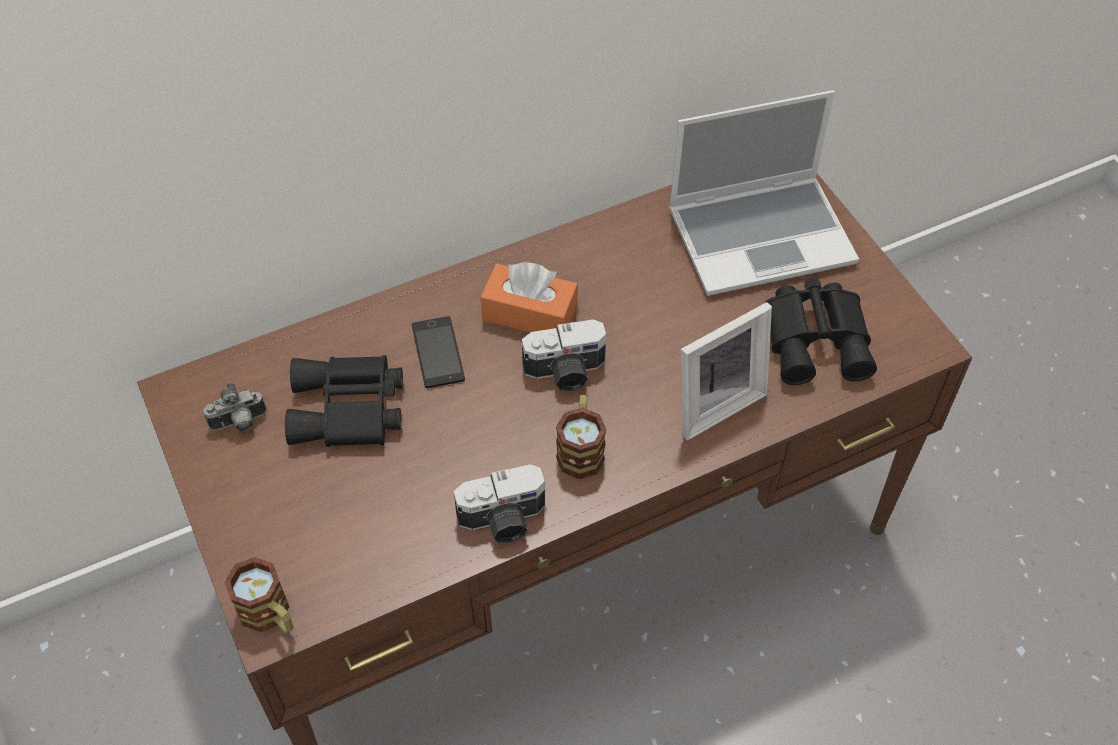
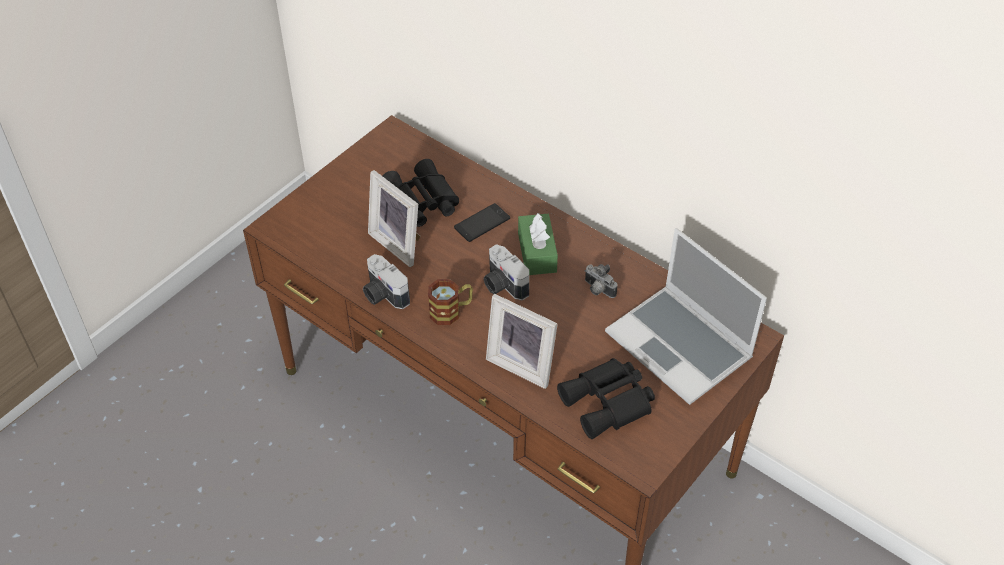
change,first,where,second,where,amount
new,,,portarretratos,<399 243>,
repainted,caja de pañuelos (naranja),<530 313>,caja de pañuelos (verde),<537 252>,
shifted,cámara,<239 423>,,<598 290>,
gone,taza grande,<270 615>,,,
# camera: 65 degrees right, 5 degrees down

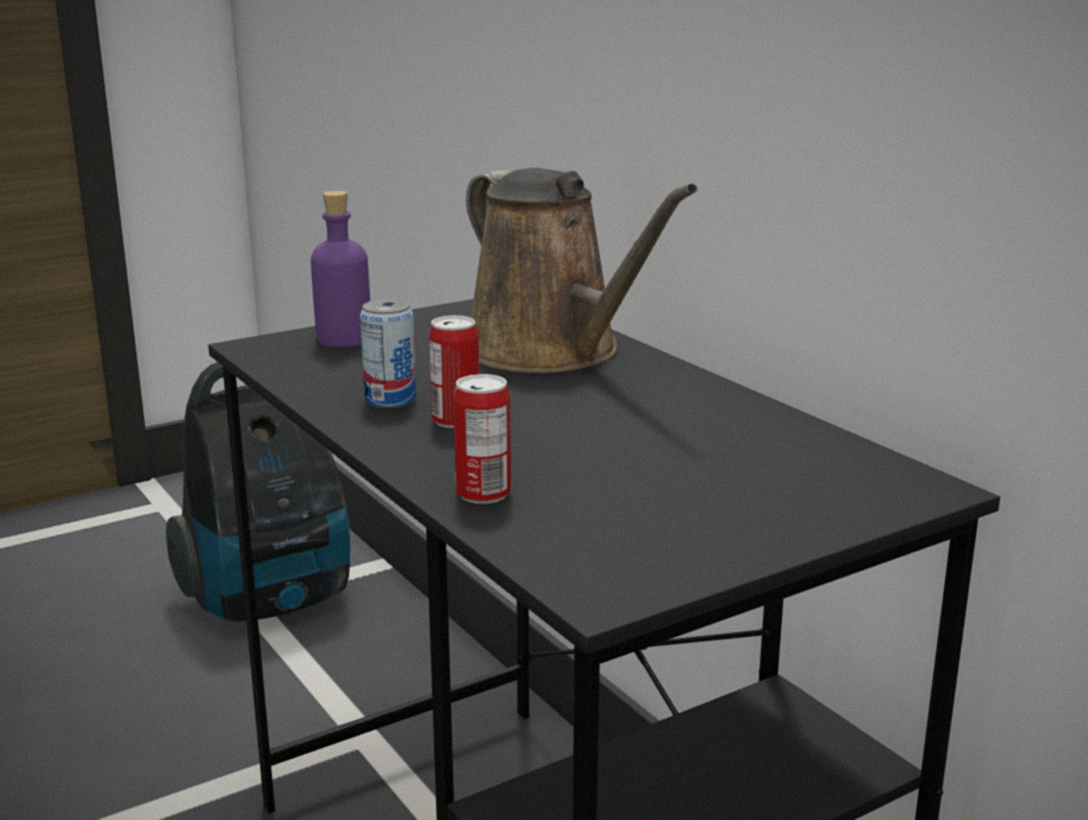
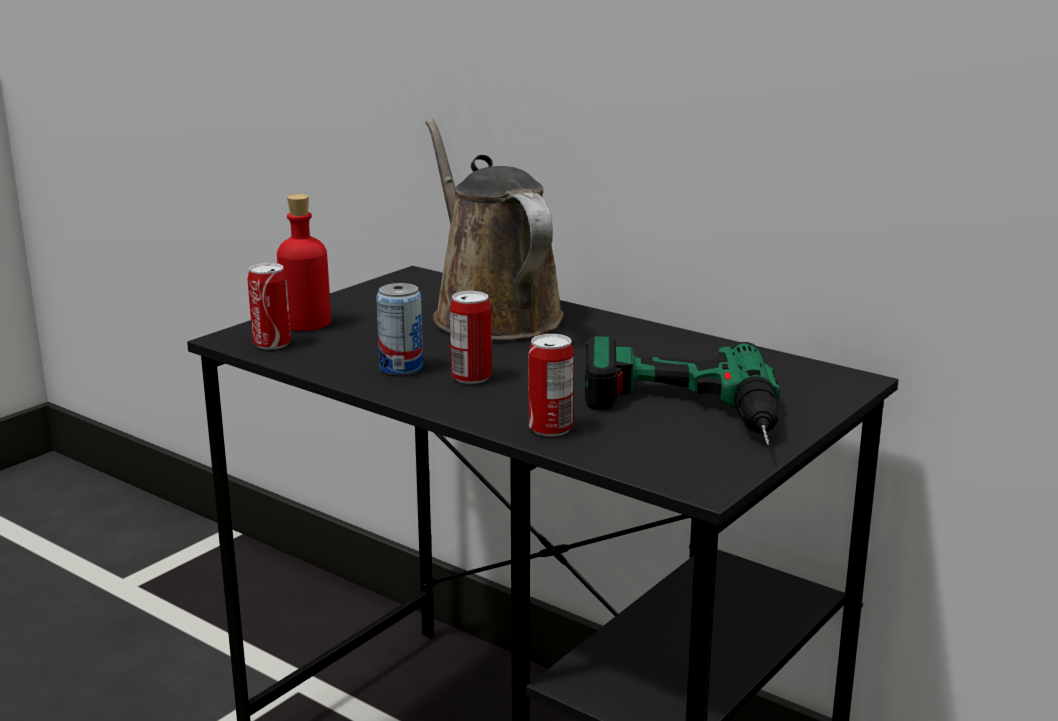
change,first,where,second,where,amount
new,,,lata,<272 344>,
repainted,botella (morado),<344 339>,botella (rojo),<306 323>,
rotated,regadera (marrón),<552 352>,,<491 314>,150 degrees counterclockwise
new,,,taladro,<681 416>,
gone,aspiradora,<271 599>,,,
# camera: 20 degrees left, 0 degrees up

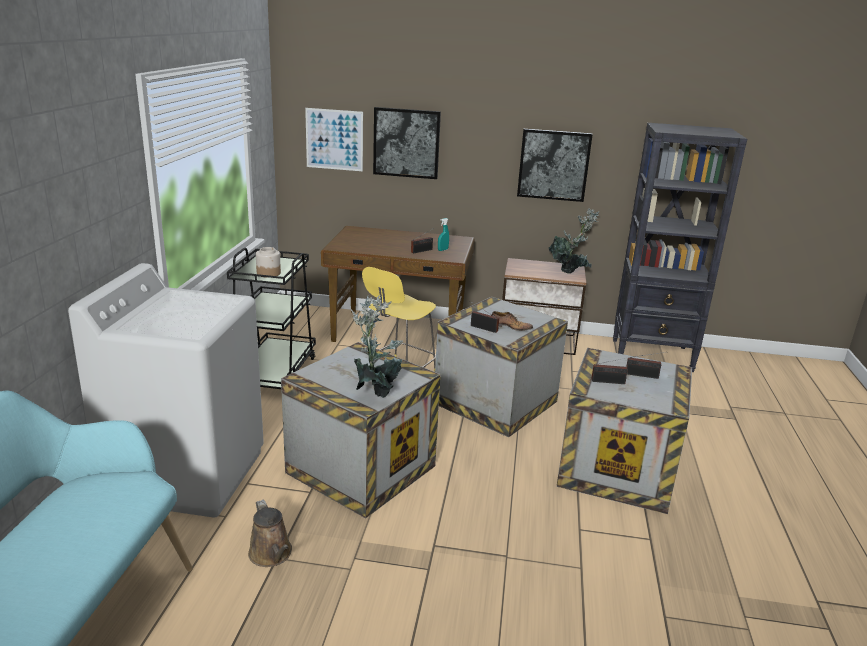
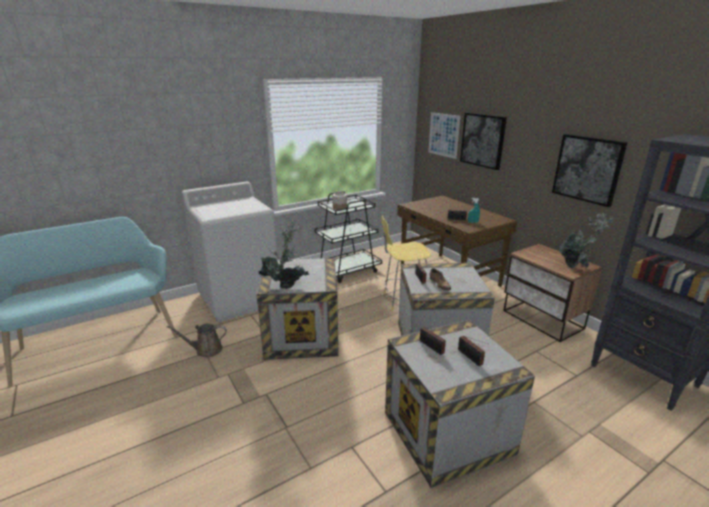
change,first,where,second,where,amount
rotated,regadera (marrón),<272 555>,,<206 350>,60 degrees clockwise
# camera: 50 degrees right, 0 degrees up

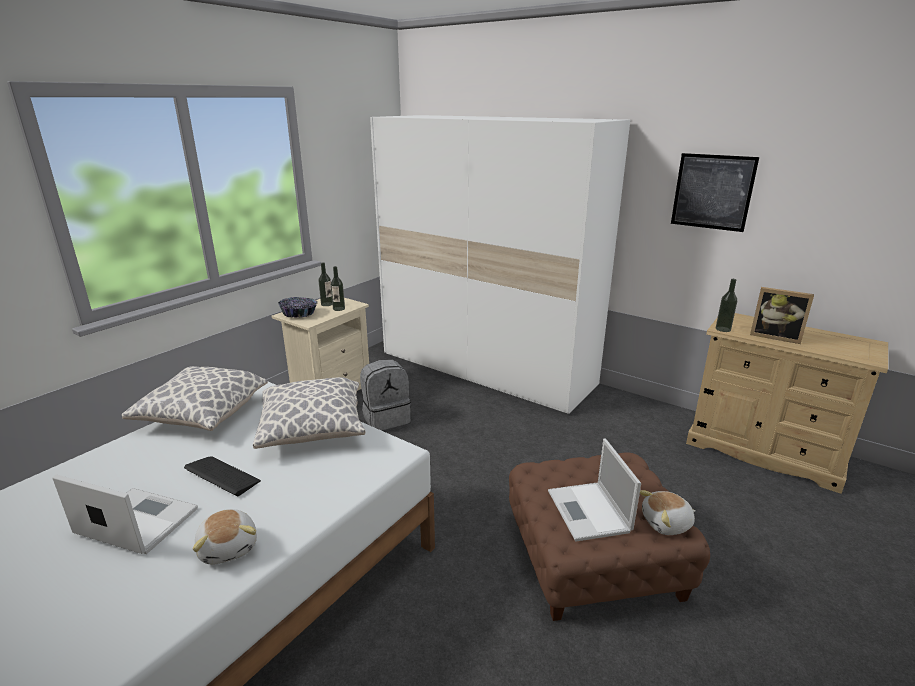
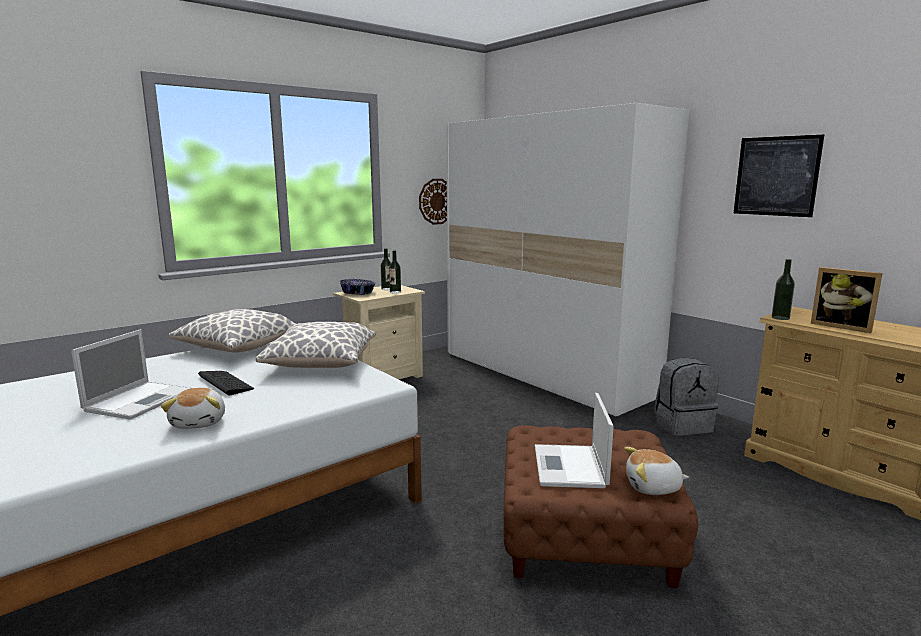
change,first,where,second,where,amount
rotated,portátil,<135 521>,,<140 400>,75 degrees clockwise
new,,,reloj de pared,<436 201>,
shifted,mochila (gris),<386 418>,,<682 425>,
# camera: 15 degrees right, 10 degrees down

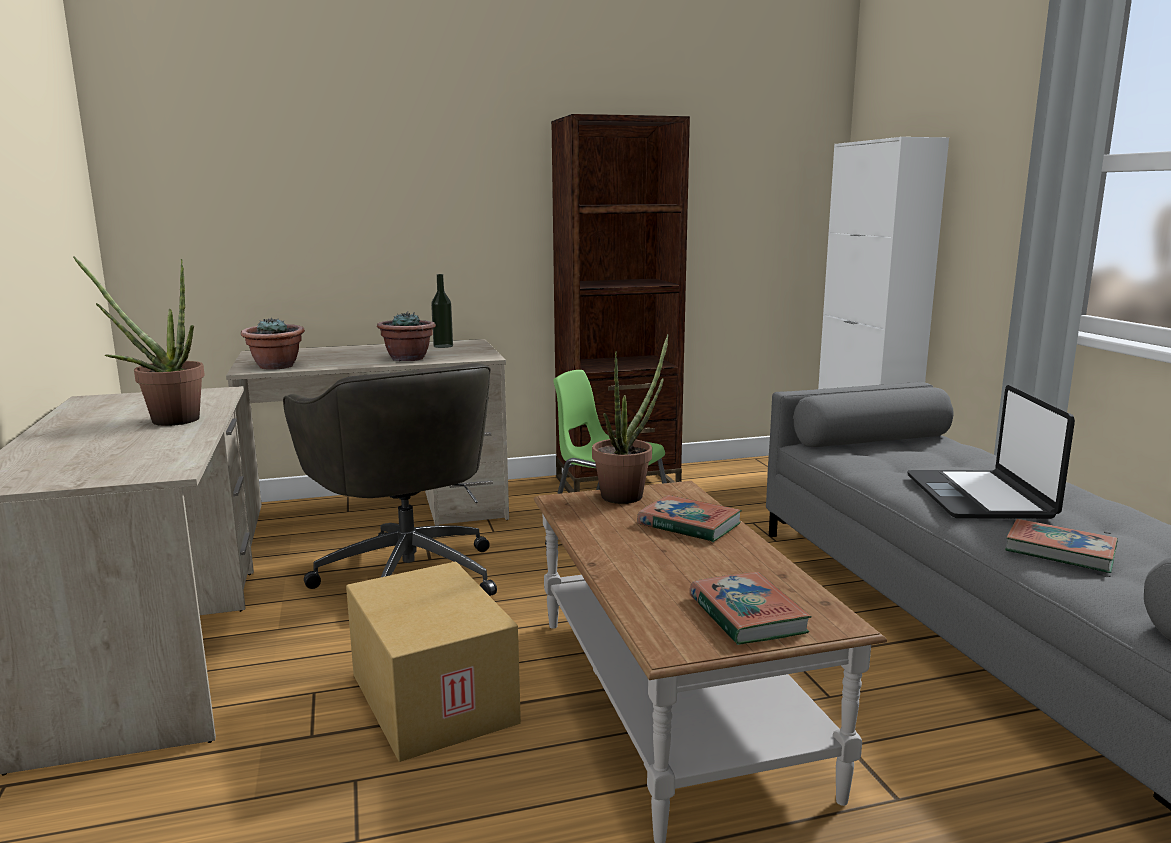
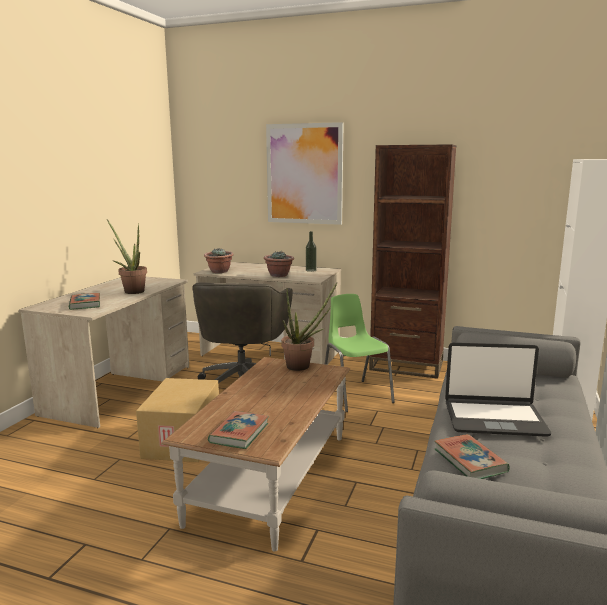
change,first,where,second,where,amount
shifted,libro,<689 524>,,<85 304>,
new,,,cuadro,<304 174>,
rotated,portátil,<980 497>,,<494 418>,120 degrees counterclockwise
# camera: 35 degrees right, 0 degrees up

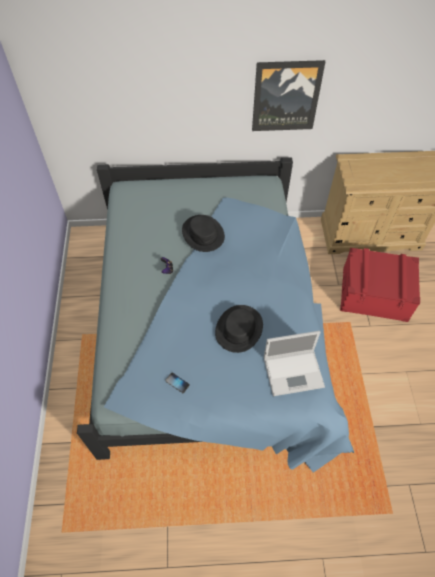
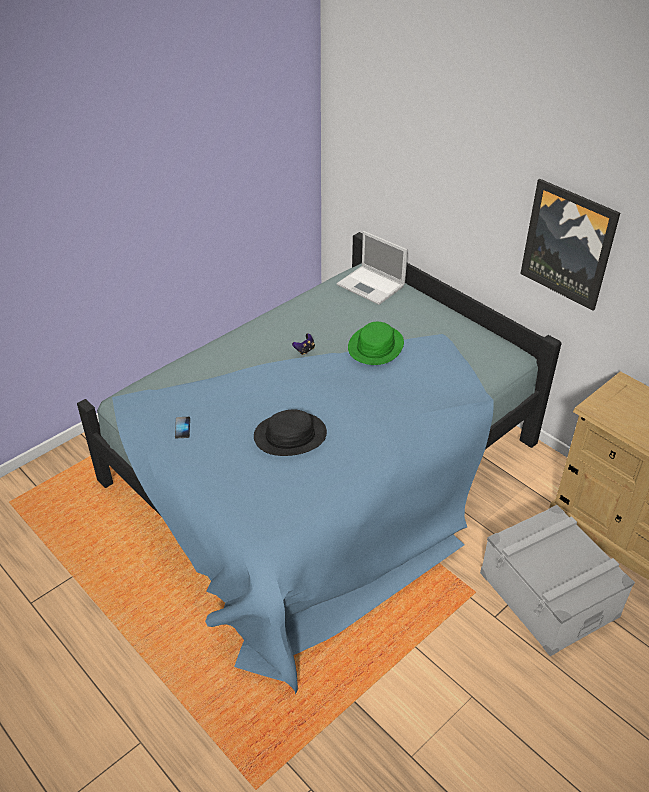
change,first,where,second,where,amount
shifted,portátil,<294 372>,,<372 285>,
repainted,sombrero (negro),<203 234>,sombrero (verde),<376 346>,
repainted,caja de almacenaje (rojo),<374 293>,caja de almacenaje (gris),<548 594>,
# camera: 50 degrees right, 15 degrees down

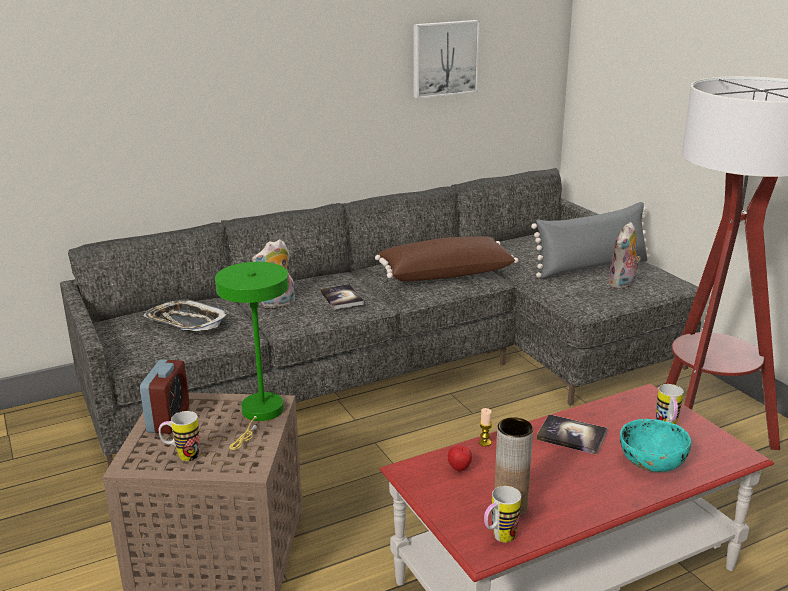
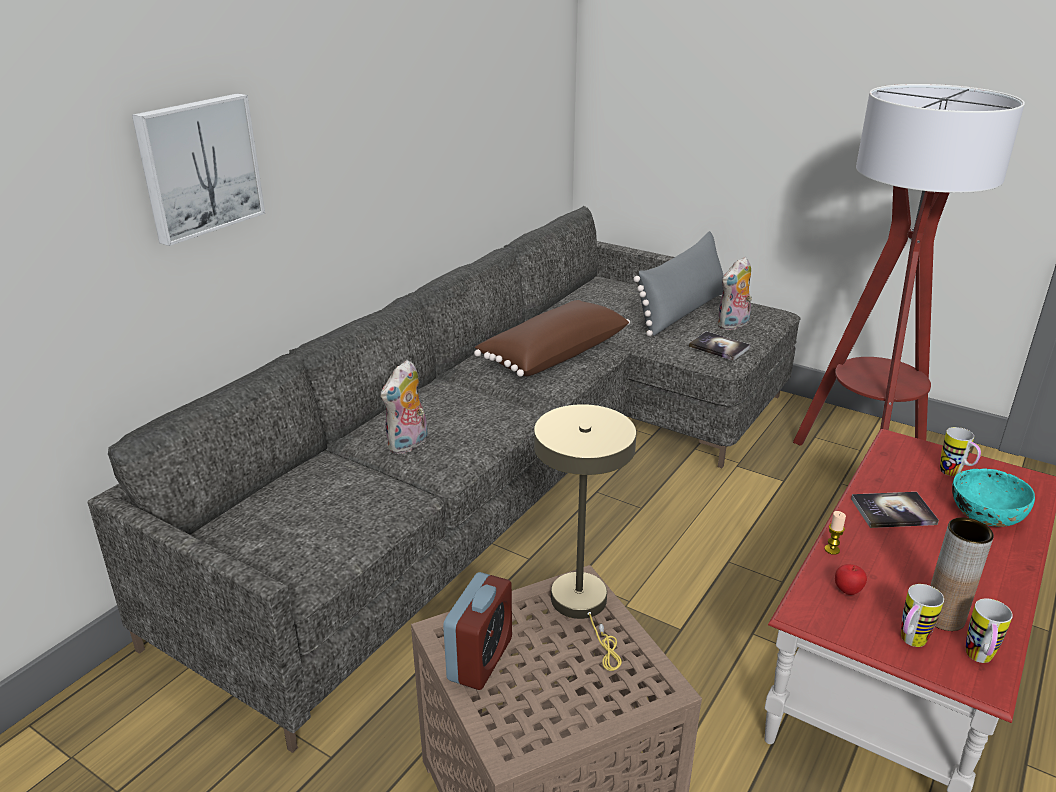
change,first,where,second,where,amount
shifted,cuadro,<444 58>,,<198 167>,
rotated,despertador,<168 419>,,<480 659>,45 degrees clockwise
repainted,lámpara de mesa (verde),<260 414>,lámpara de mesa (beis),<583 606>,
shifted,libro,<341 298>,,<719 347>,
rotated,peluche,<622 285>,,<733 325>,45 degrees clockwise
shifted,taza grande,<182 456>,,<909 642>,
gone,bandeja,<186 322>,,,
# camera: 30 degrees left, 5 degrees up

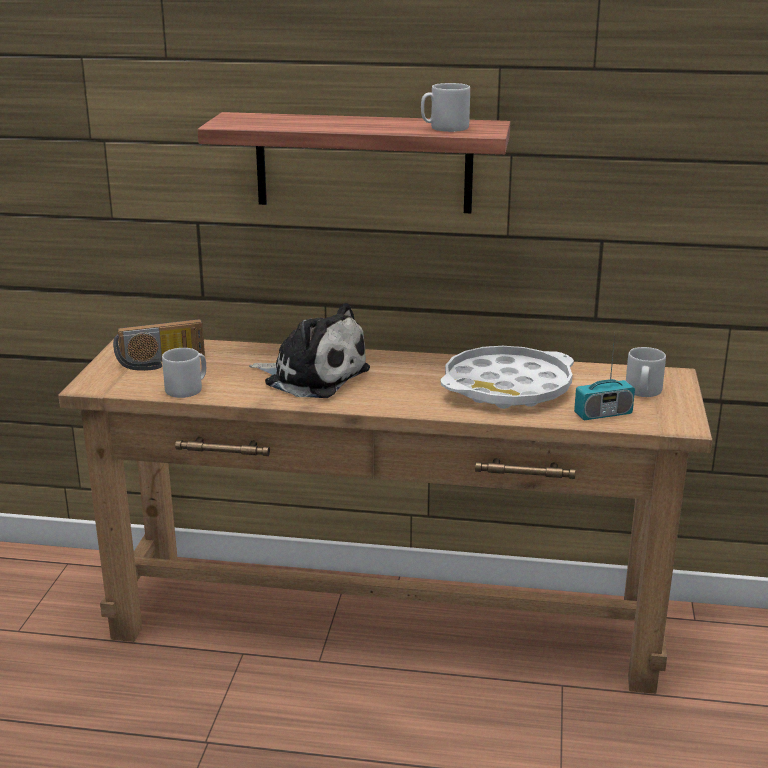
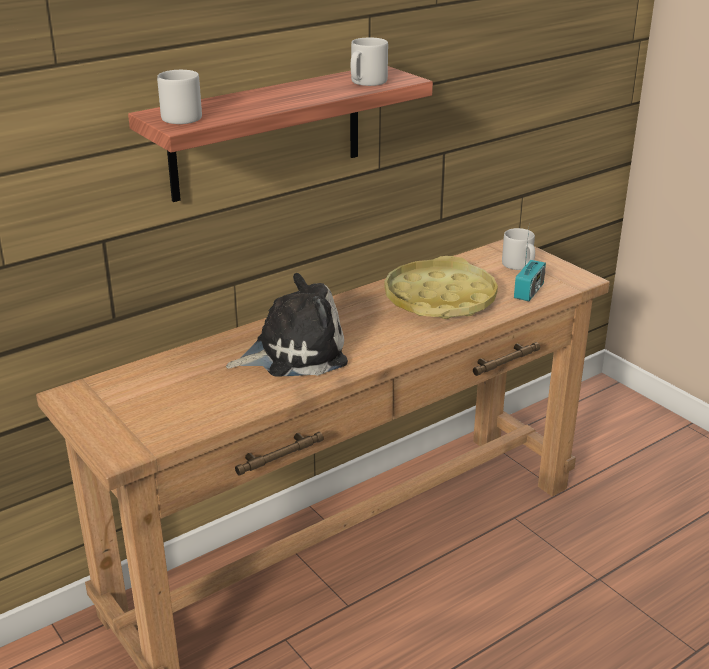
change,first,where,second,where,amount
shifted,taza grande (gris),<187 389>,,<182 117>,
repainted,bandeja (blanco),<507 387>,bandeja (amarillo),<440 299>,
gone,radio,<161 363>,,,
# camera: 45 degrees left, 5 degrees up

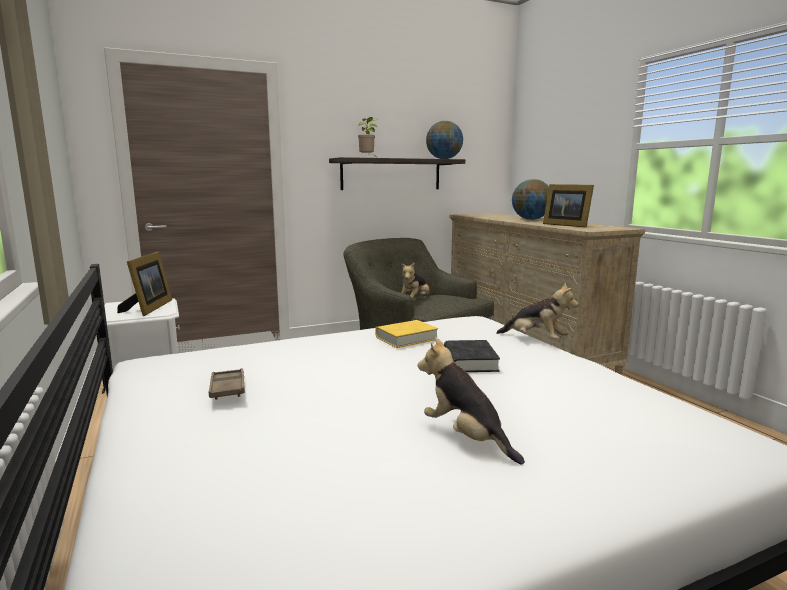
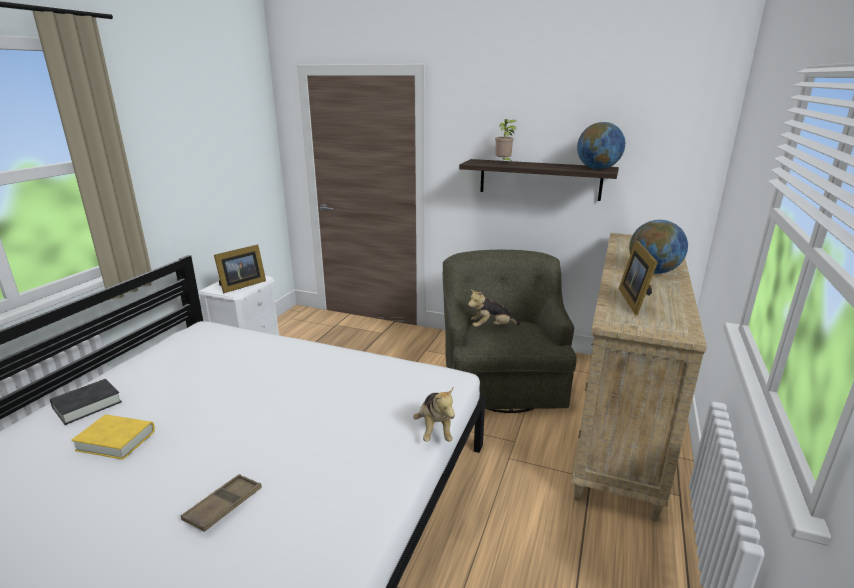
change,first,where,second,where,amount
shifted,libro (negro),<470 361>,,<87 405>,
shifted,libro (amarillo),<406 338>,,<116 440>,
shifted,bandeja (marrón),<227 388>,,<224 506>,
gone,peluche,<466 438>,,,
# camera: 45 degrees right, 10 degrees up

